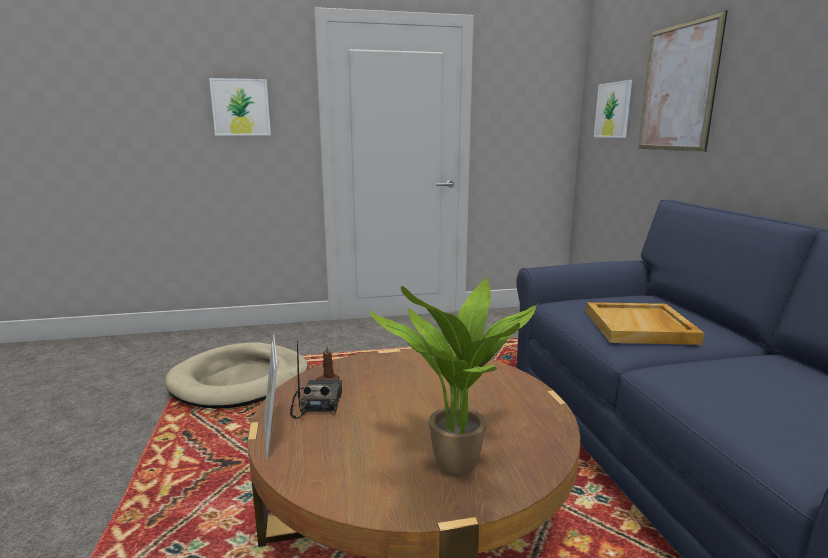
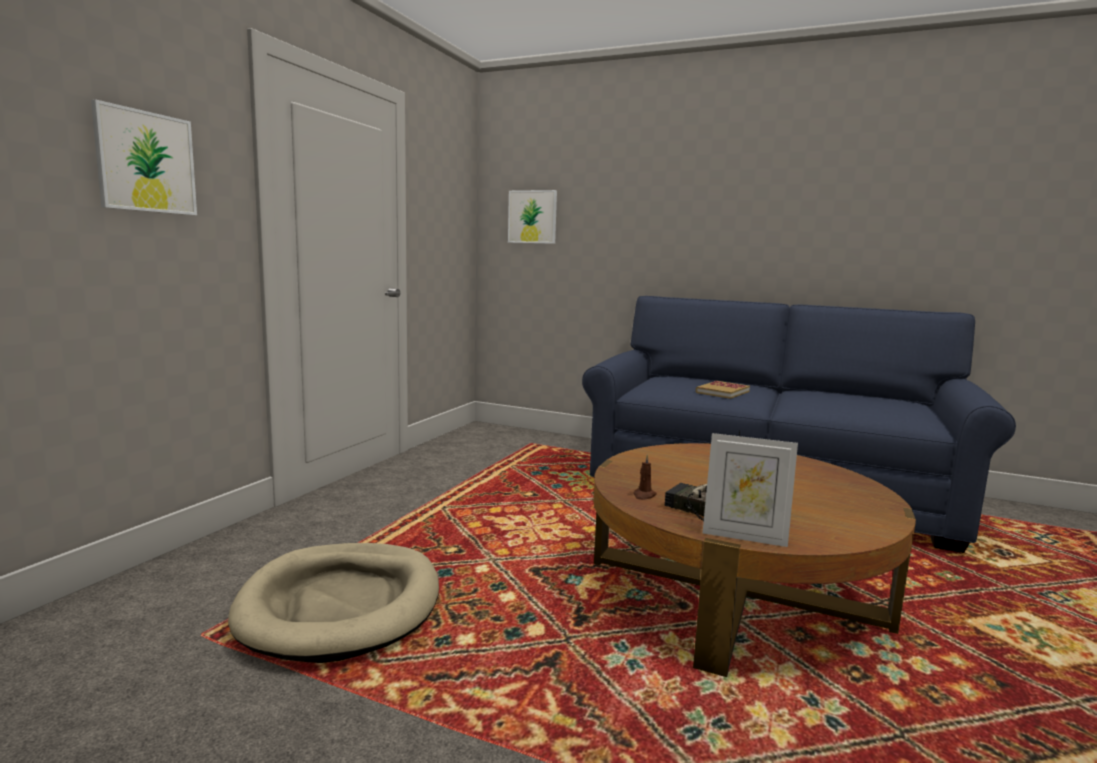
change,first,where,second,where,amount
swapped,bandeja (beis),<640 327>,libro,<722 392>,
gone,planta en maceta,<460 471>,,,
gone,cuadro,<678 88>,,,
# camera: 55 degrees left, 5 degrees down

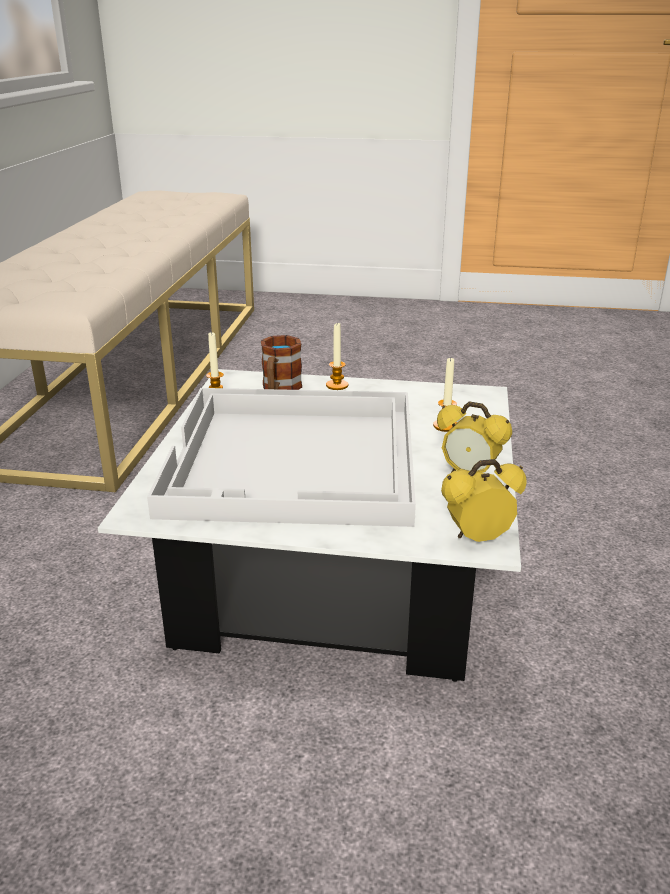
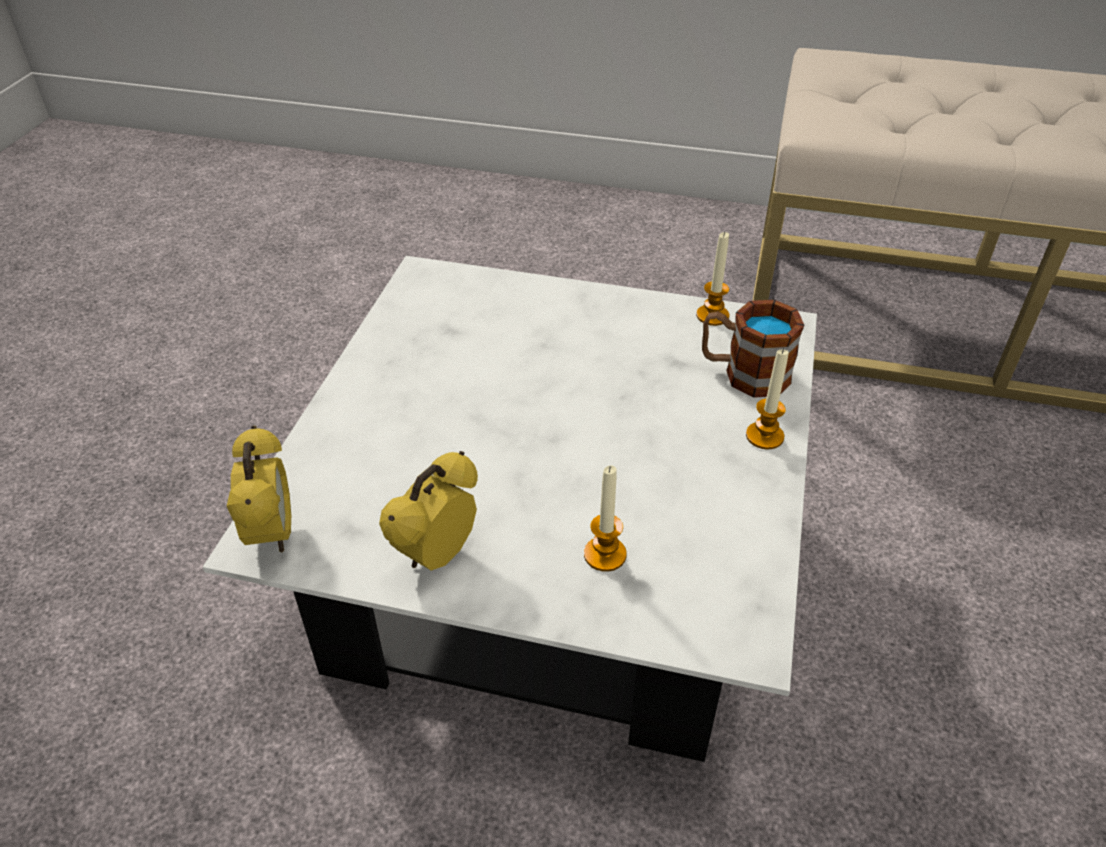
change,first,where,second,where,amount
gone,bandeja (blanco),<296 459>,,,
# camera: 95 degrees right, 15 degrees up

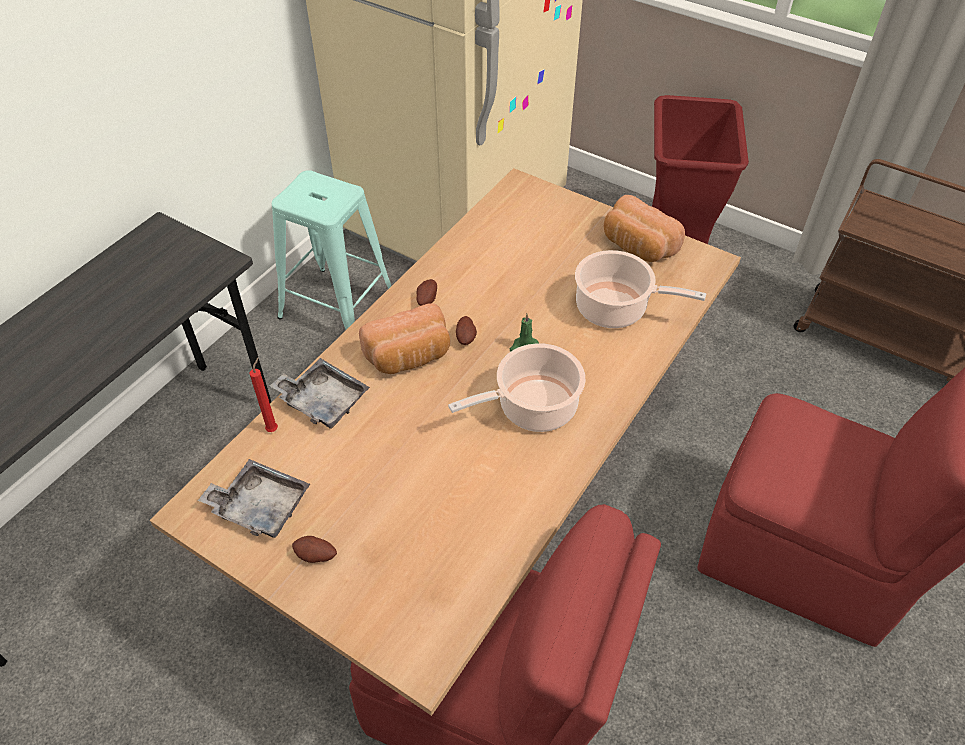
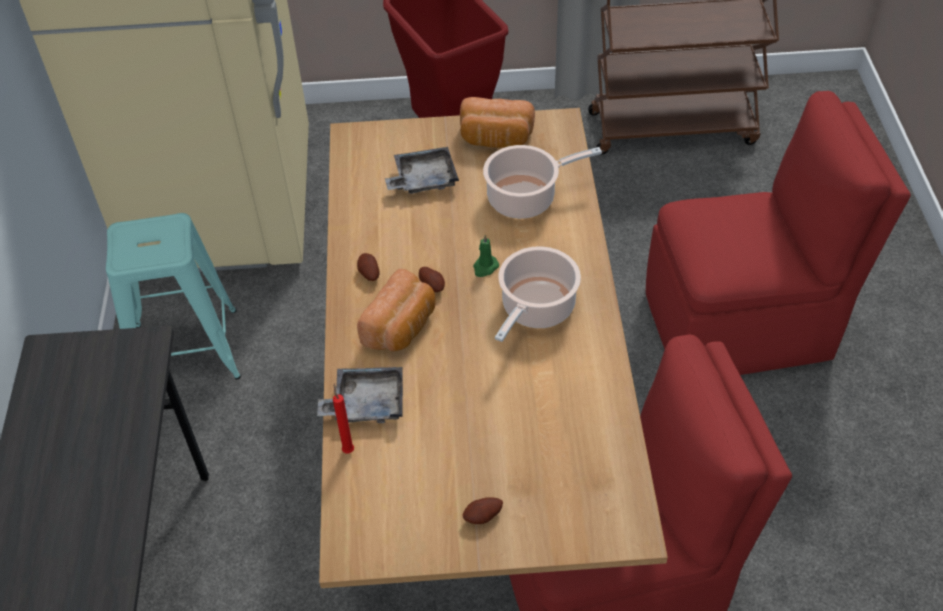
change,first,where,second,where,amount
shifted,bandeja (gris),<260 506>,,<423 179>,
# camera: 35 degrees left, 0 degrees up

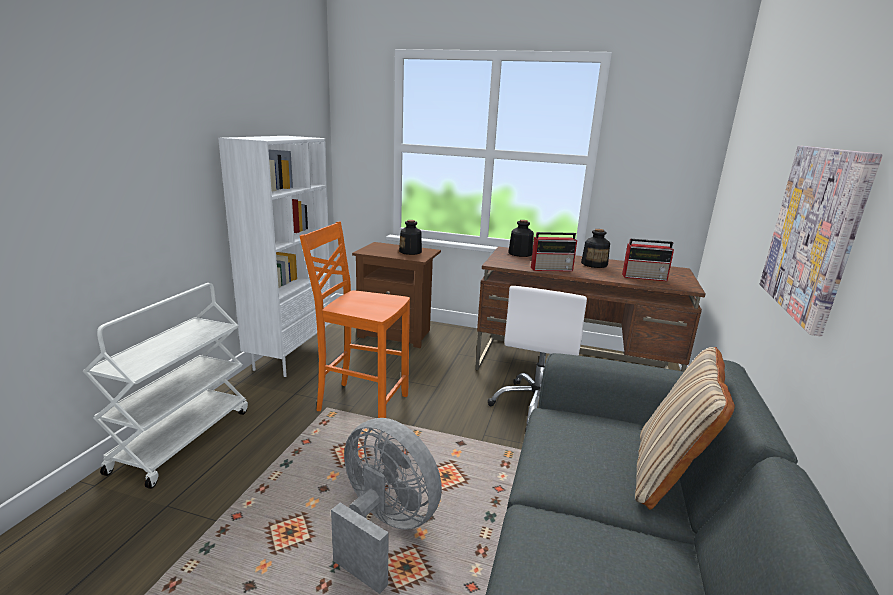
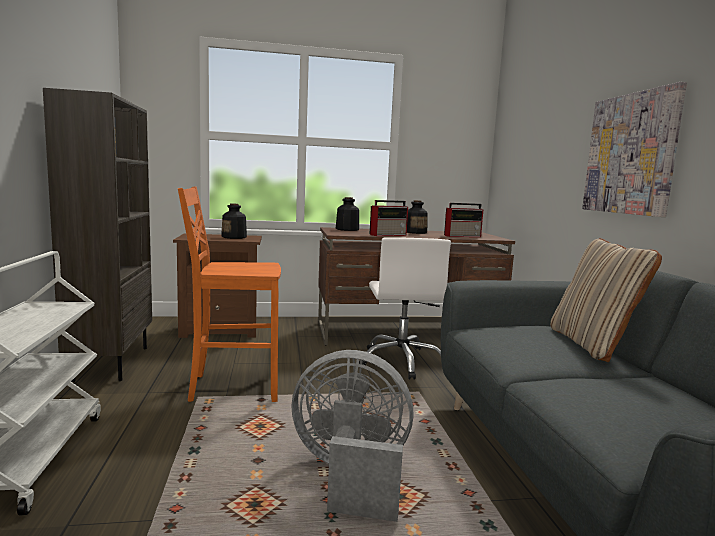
change,first,where,second,where,amount
repainted,estantería (blanco),<290 356>,estantería (marrón),<111 363>,
# camera: 25 degrees left, 10 degrees down

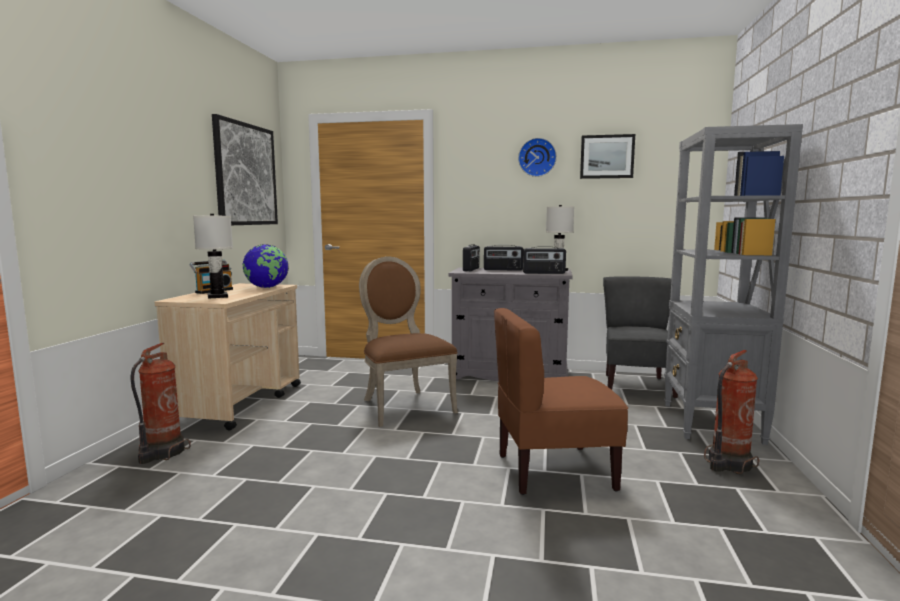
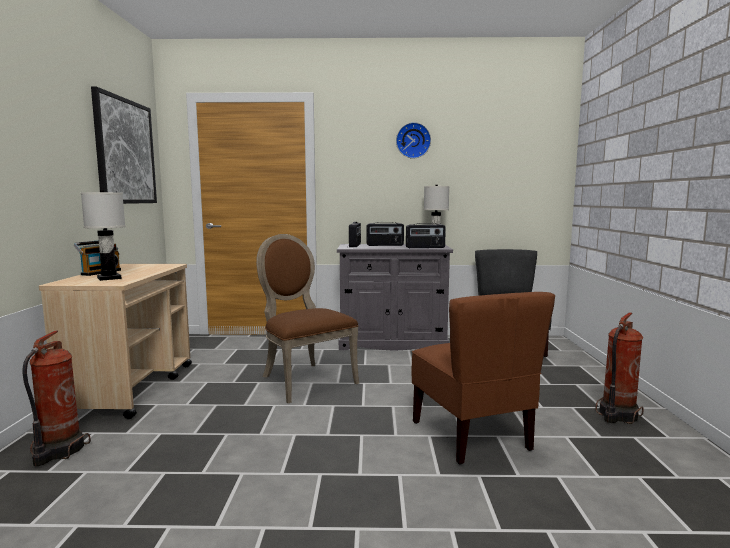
change,first,where,second,where,amount
rotated,silla (marrón),<553 471>,,<472 435>,90 degrees counterclockwise
gone,globo terráqueo,<267 287>,,,
gone,cuadro,<607 156>,,,
gone,estantería (gris),<711 423>,,,
# camera: 10 degrees left, 0 degrees up

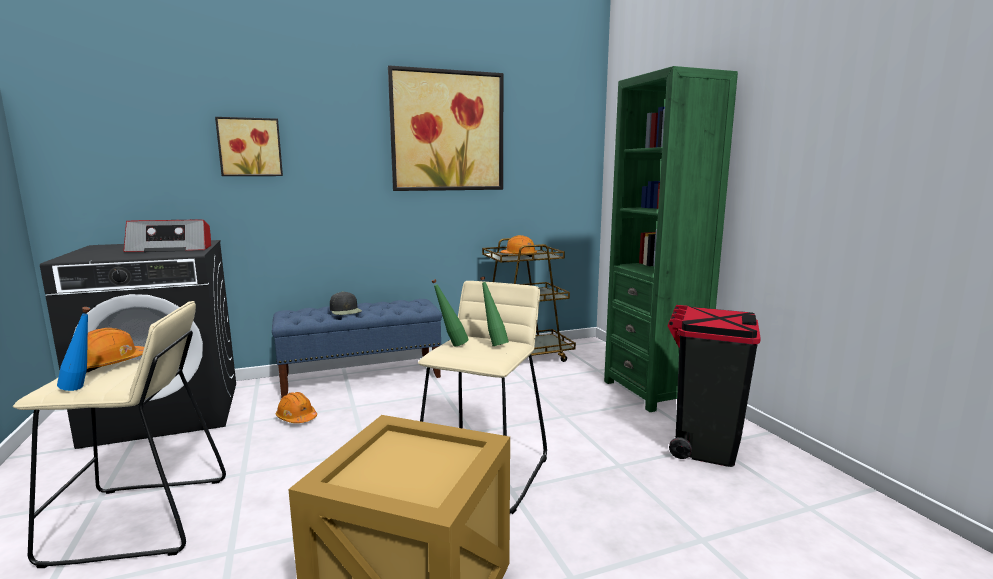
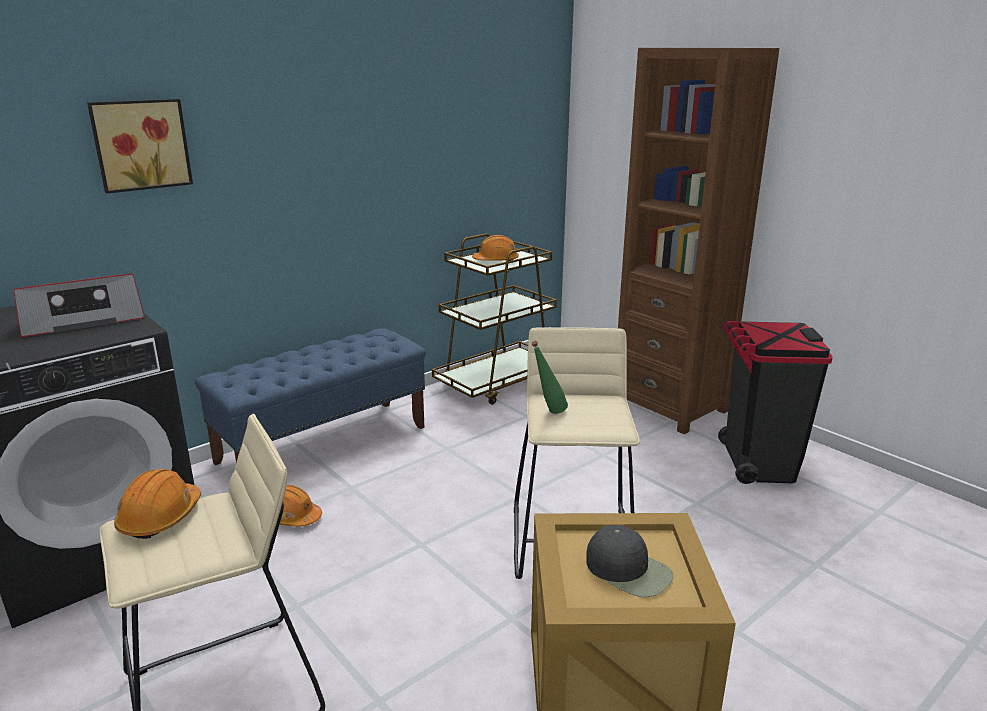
change,first,where,second,where,amount
shifted,gorra (negro),<345 310>,,<629 570>,
repainted,estantería (verde),<653 391>,estantería (marrón),<670 406>,
gone,botella (azul),<82 389>,,,
gone,cuadro,<447 131>,,,
gone,botella (verde),<493 344>,,,
# camera: 20 degrees left, 10 degrees up

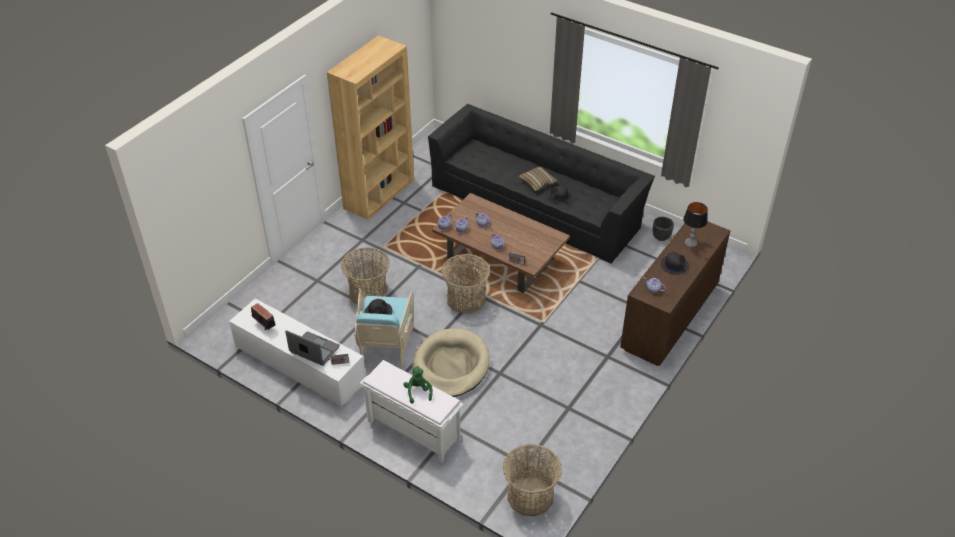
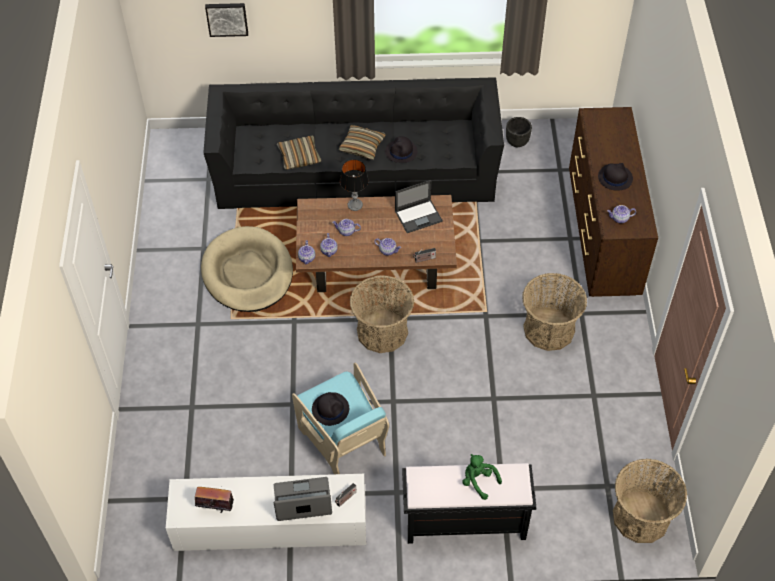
change,first,where,second,where,amount
shifted,cama para perro (beis),<450 366>,,<248 273>,
new,,,cuadro,<227 18>,
new,,,cojín,<299 157>,
shifted,lámpara de mesa,<690 243>,,<355 205>,
new,,,portátil,<419 216>,
repainted,banco (blanco),<412 430>,banco (negro),<464 522>,
shifted,cesta,<368 292>,,<549 329>,
gone,estantería (marrón),<379 194>,,,
# camera: 35 degrees left, 10 degrees up

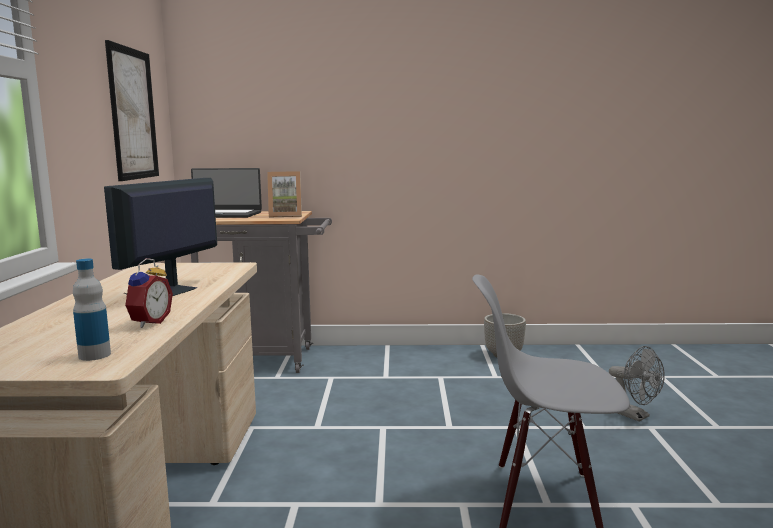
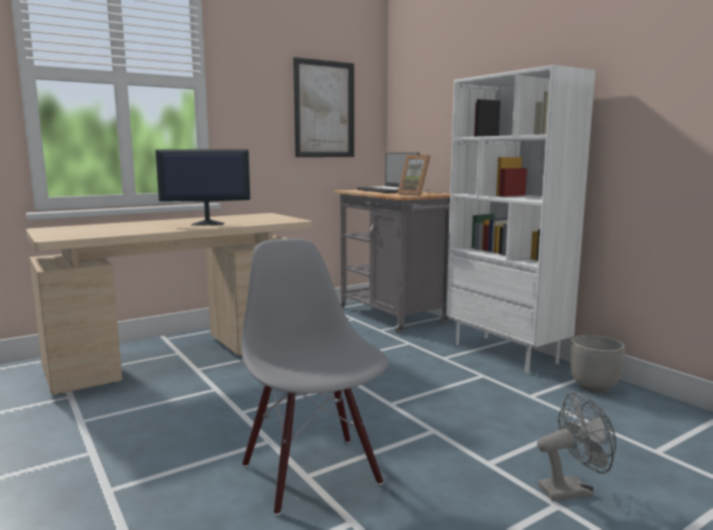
change,first,where,second,where,amount
new,,,estantería (blanco),<506 353>,
rotated,ventilador (gris),<634 415>,,<572 490>,120 degrees counterclockwise
gone,botella,<94 355>,,,
gone,despertador,<148 322>,,,
# camera: 55 degrees right, 0 degrees up

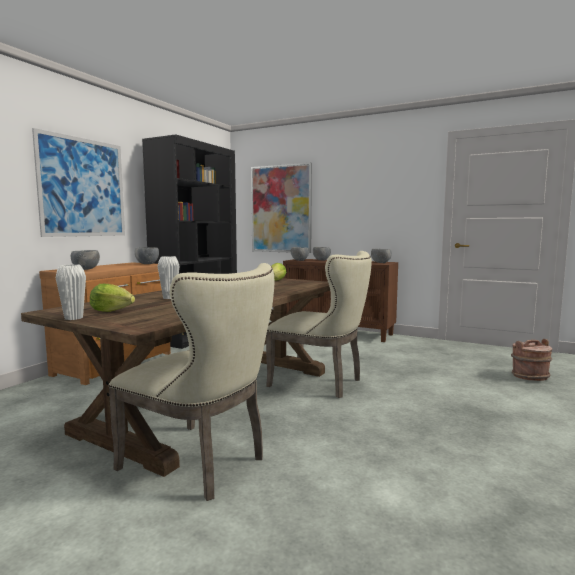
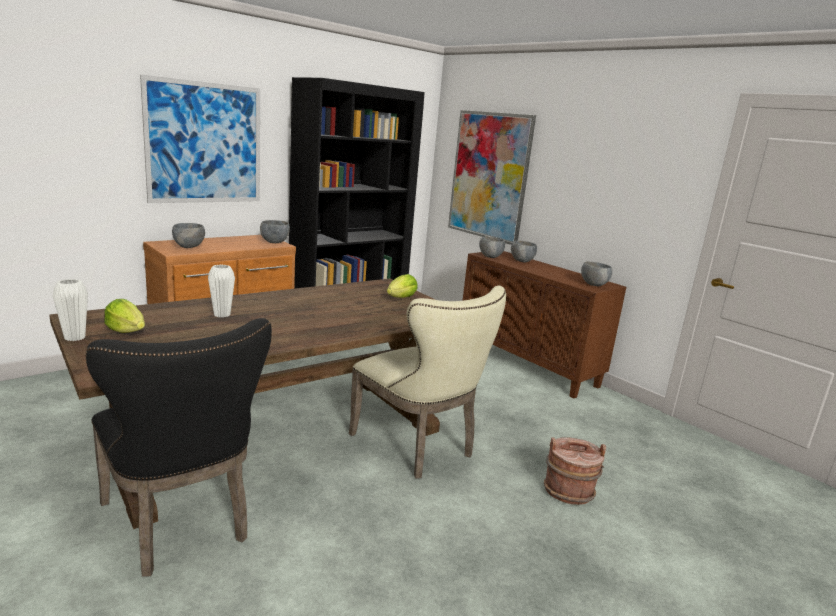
change,first,where,second,where,amount
repainted,silla (beis),<202 463>,silla (negro),<182 524>,
shifted,cubo (marrón),<529 376>,,<568 491>,
# camera: 20 degrees right, 10 degrees up

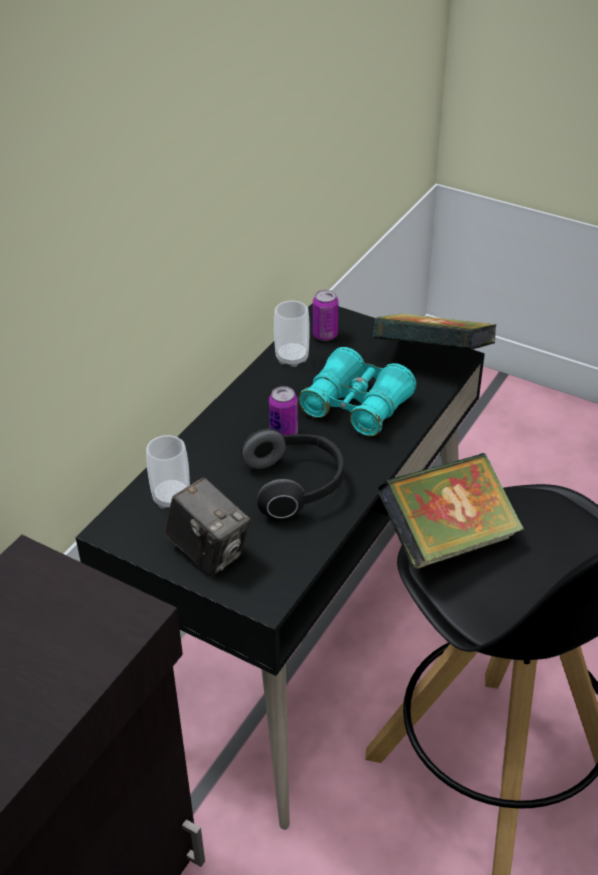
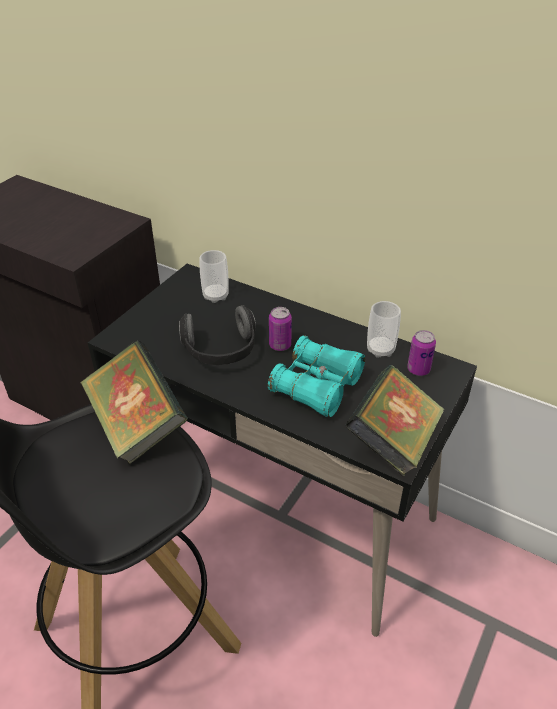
change,first,where,second,where,amount
gone,cámara,<209 552>,,,
# camera: 90 degrees right, 0 degrees up

